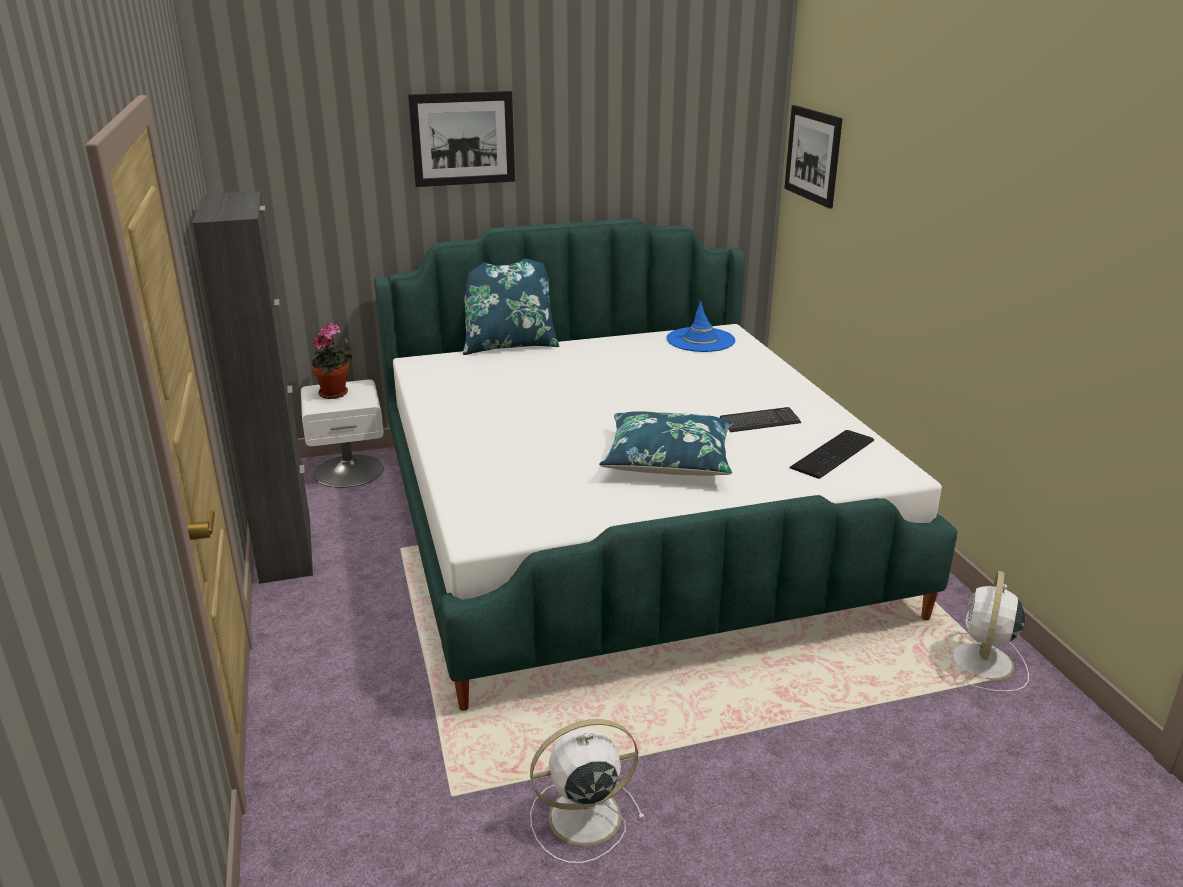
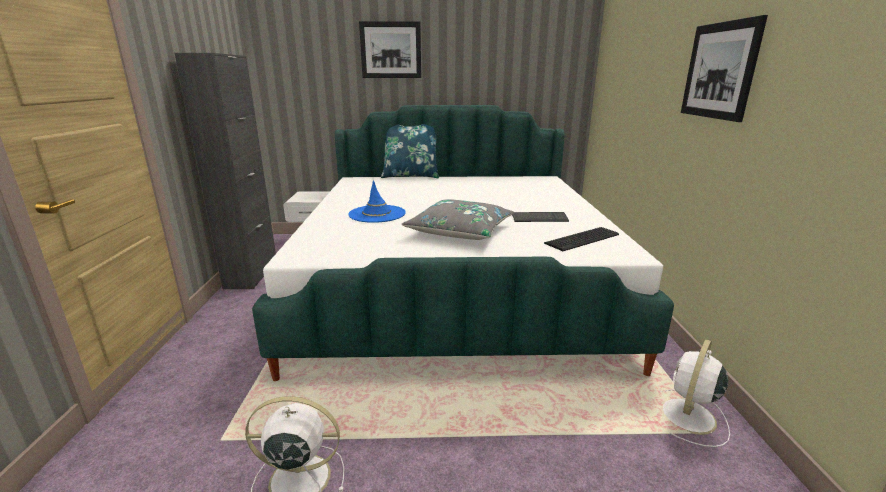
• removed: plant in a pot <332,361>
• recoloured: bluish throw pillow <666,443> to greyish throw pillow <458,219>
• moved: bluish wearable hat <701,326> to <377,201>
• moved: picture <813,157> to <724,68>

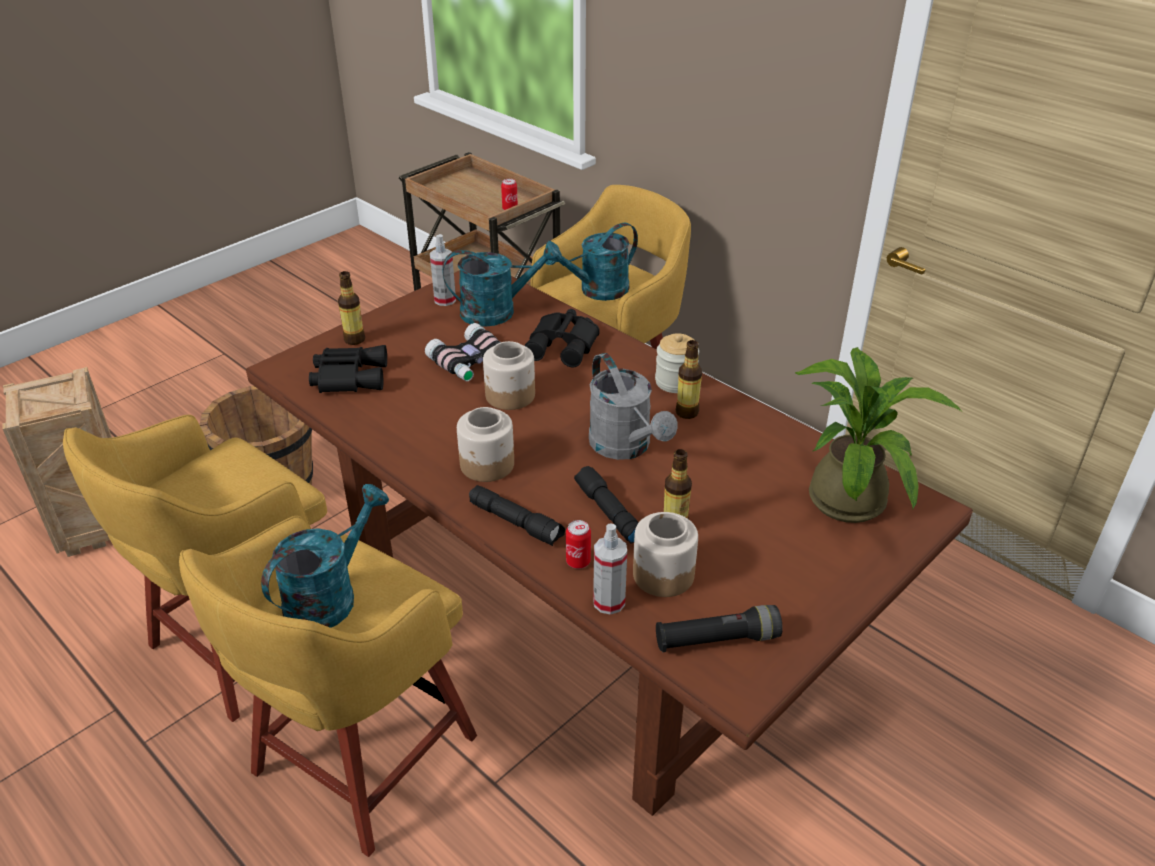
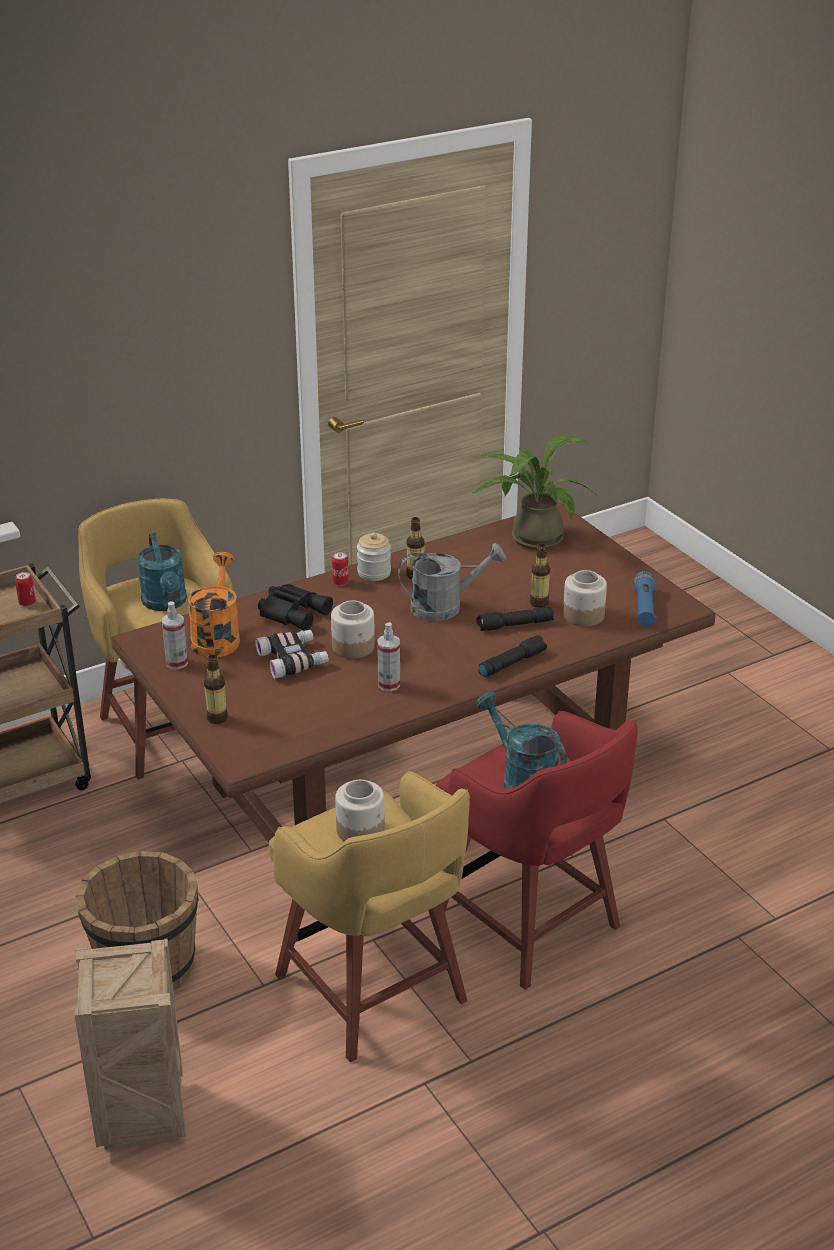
• recoloured: yellow sitting stool <328,686> to red sitting stool <537,850>
• removed: black-coloured pair of binoculars <348,369>
• recoloured: blue-green watering can <502,284> to orangey watering can <214,605>
• moved: jar <485,444> to <360,811>
• moved: can <578,544> to <340,569>
• moved: sprayer <610,569> to <388,656>
• recoloured: black-coloured hand torch <719,628> to bluish hand torch <645,599>

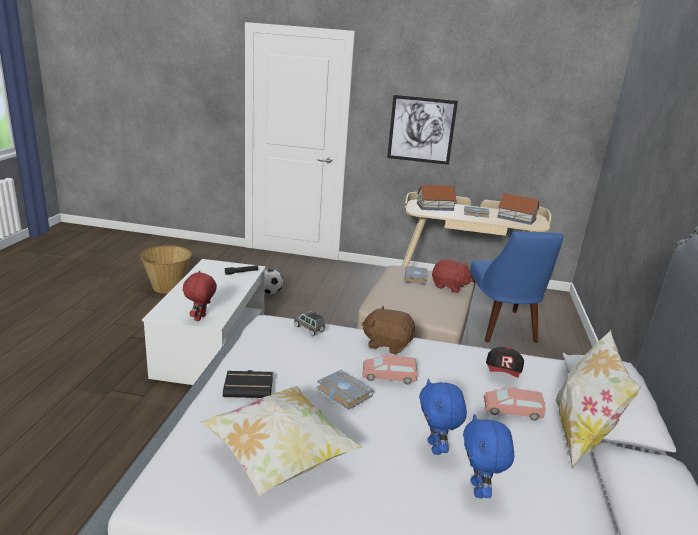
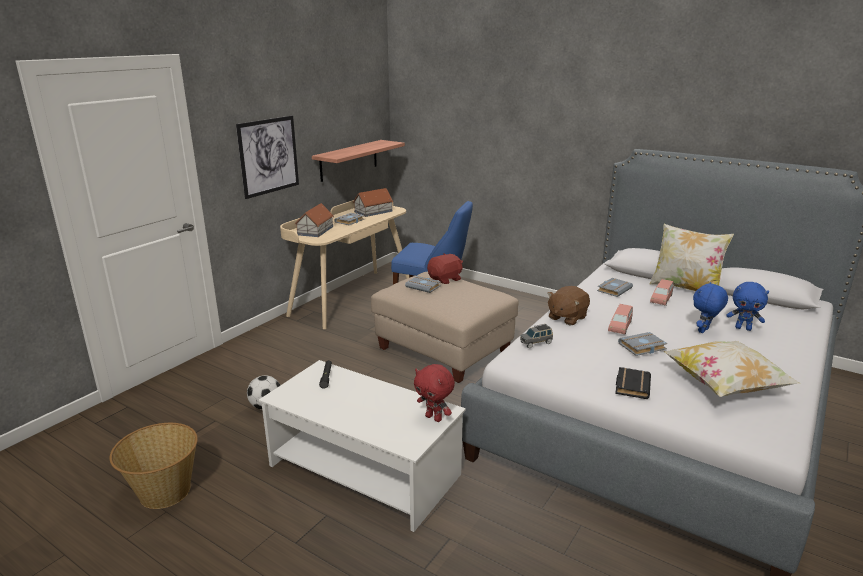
• turned: bluish cuddly toy <443,417> = <710,307> 120 degrees clockwise
• replaced: baseball cap <505,362> to greyish bound book <615,287>
• added: bracket shelf <358,161>

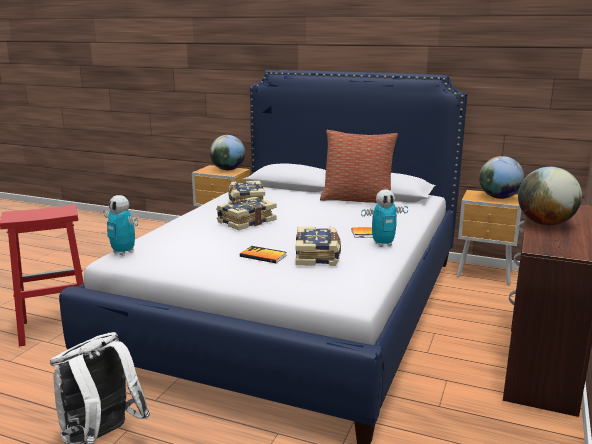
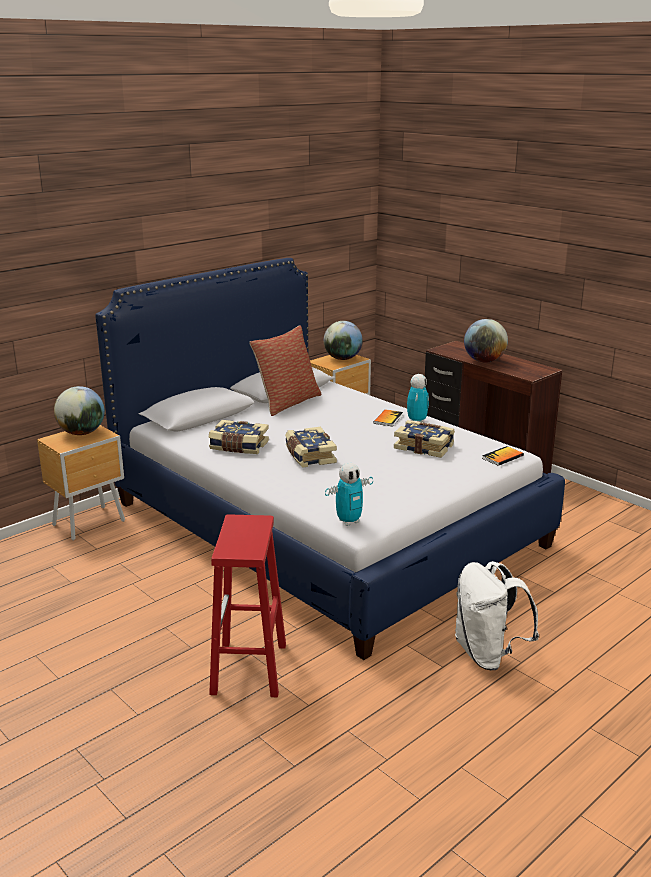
• moved: bound book <263,254> to <503,456>

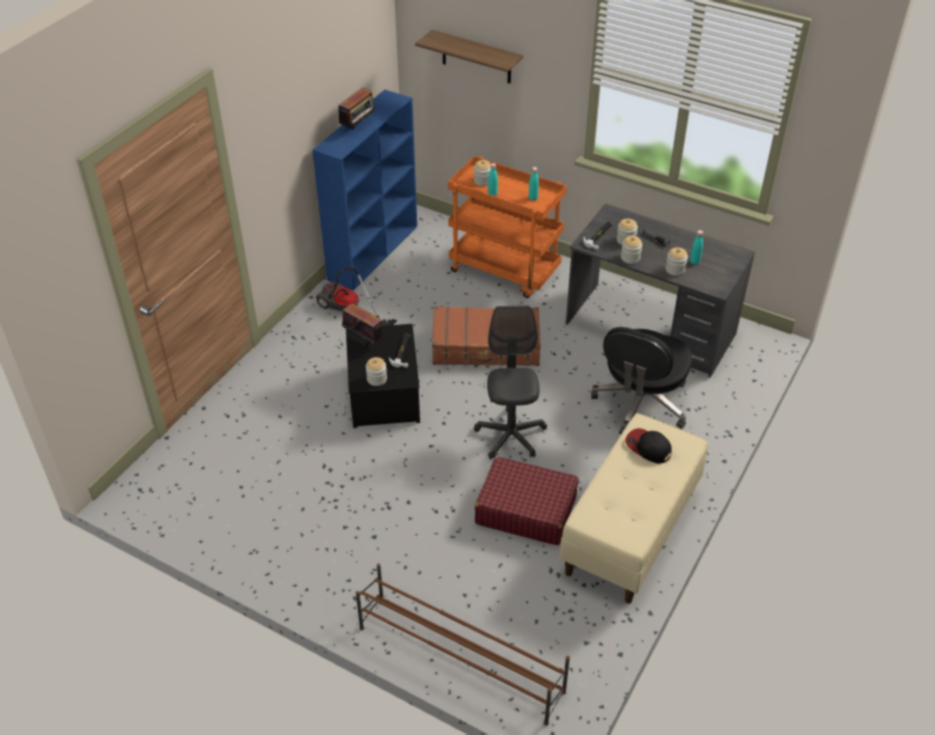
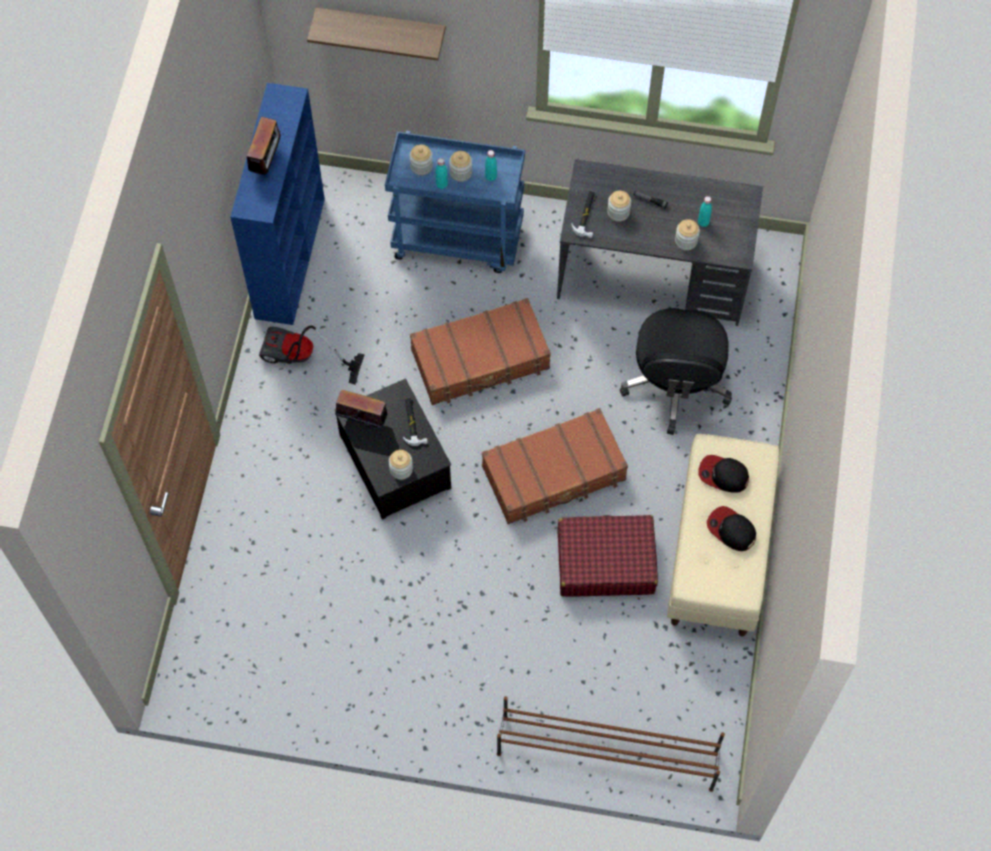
• recoloured: orangey trolley <507,227> to bluish trolley <455,201>
• replaced: greyish desk chair <510,382> to brown-coloured travel case <555,466>
• moved: jar <631,250> to <460,166>
• added: baseball cap <731,528>

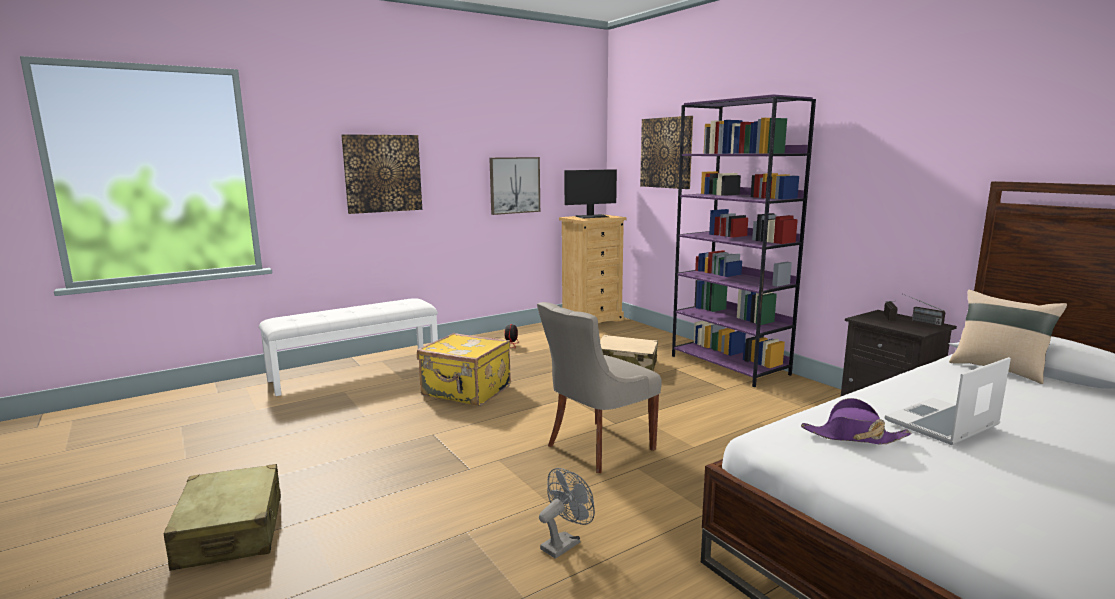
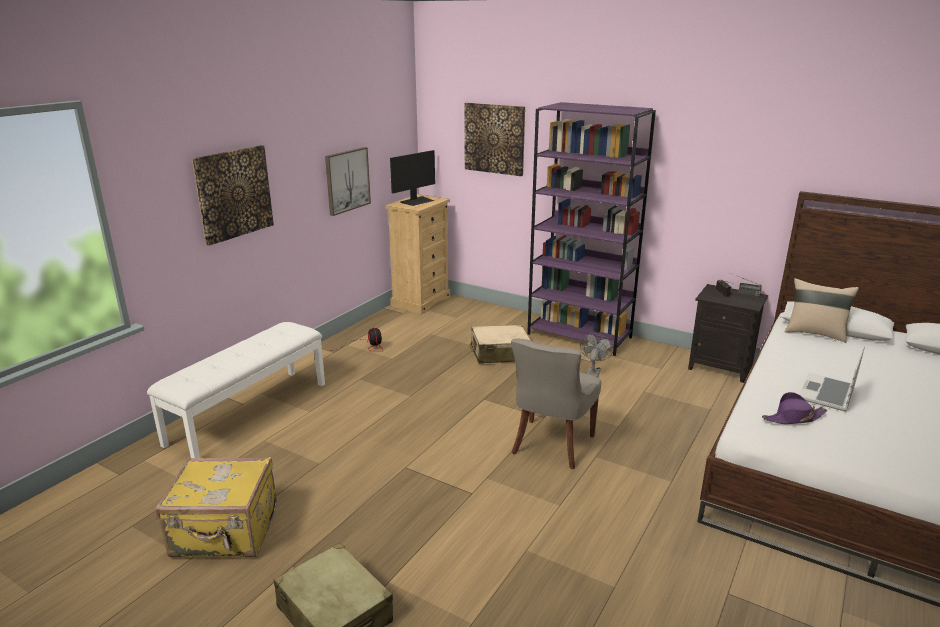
• moved: yellow travel case <464,369> to <216,507>
• moved: greyish fan <567,513> to <597,355>

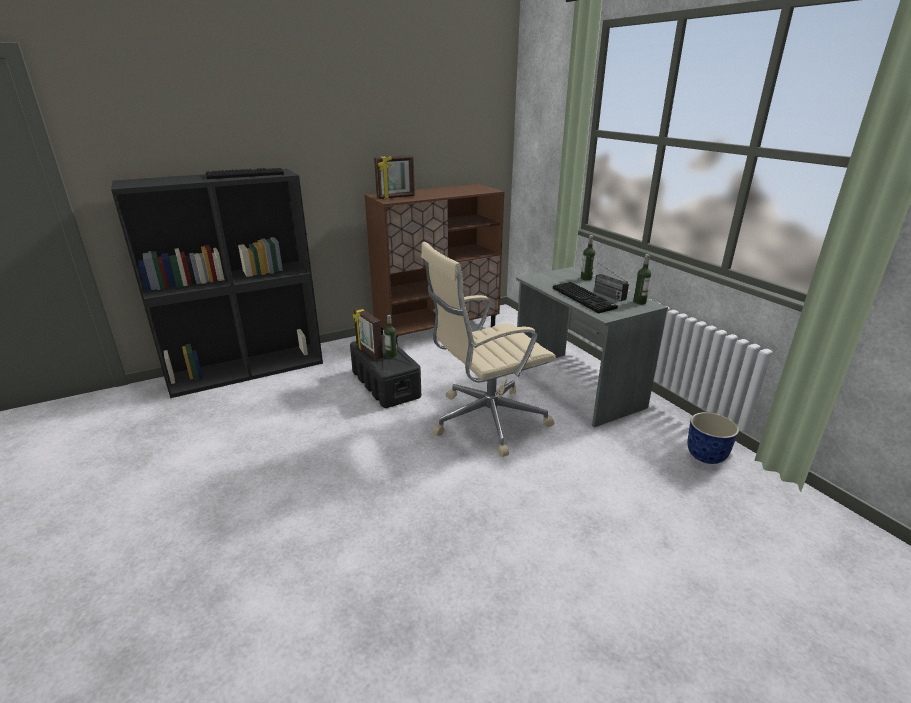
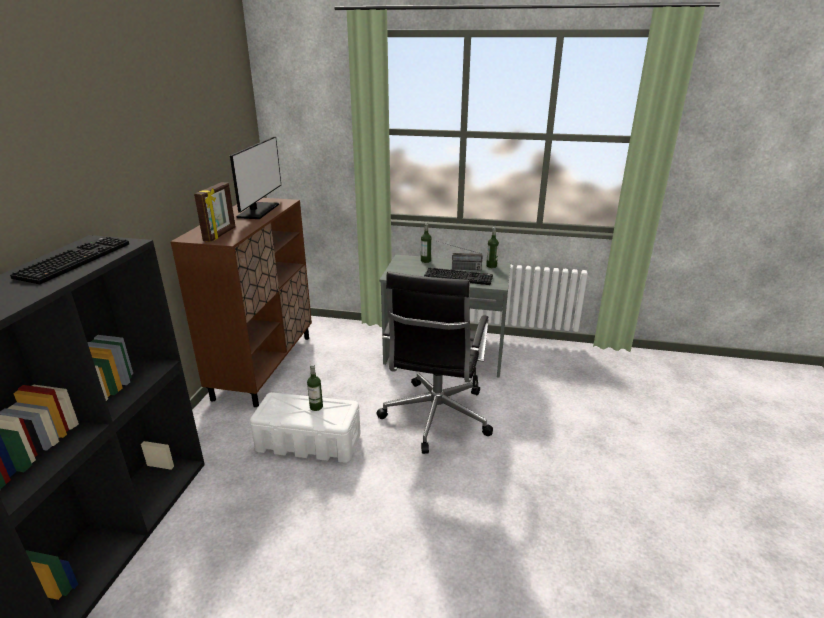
• recoloured: black-coloured storage box <385,371> to white storage box <305,427>
• removed: picture frame <368,334>
• recoloured: beige-coloured desk chair <488,349> to black-coloured desk chair <434,363>
• removed: plant pot <713,438>
• added: computer display <255,177>

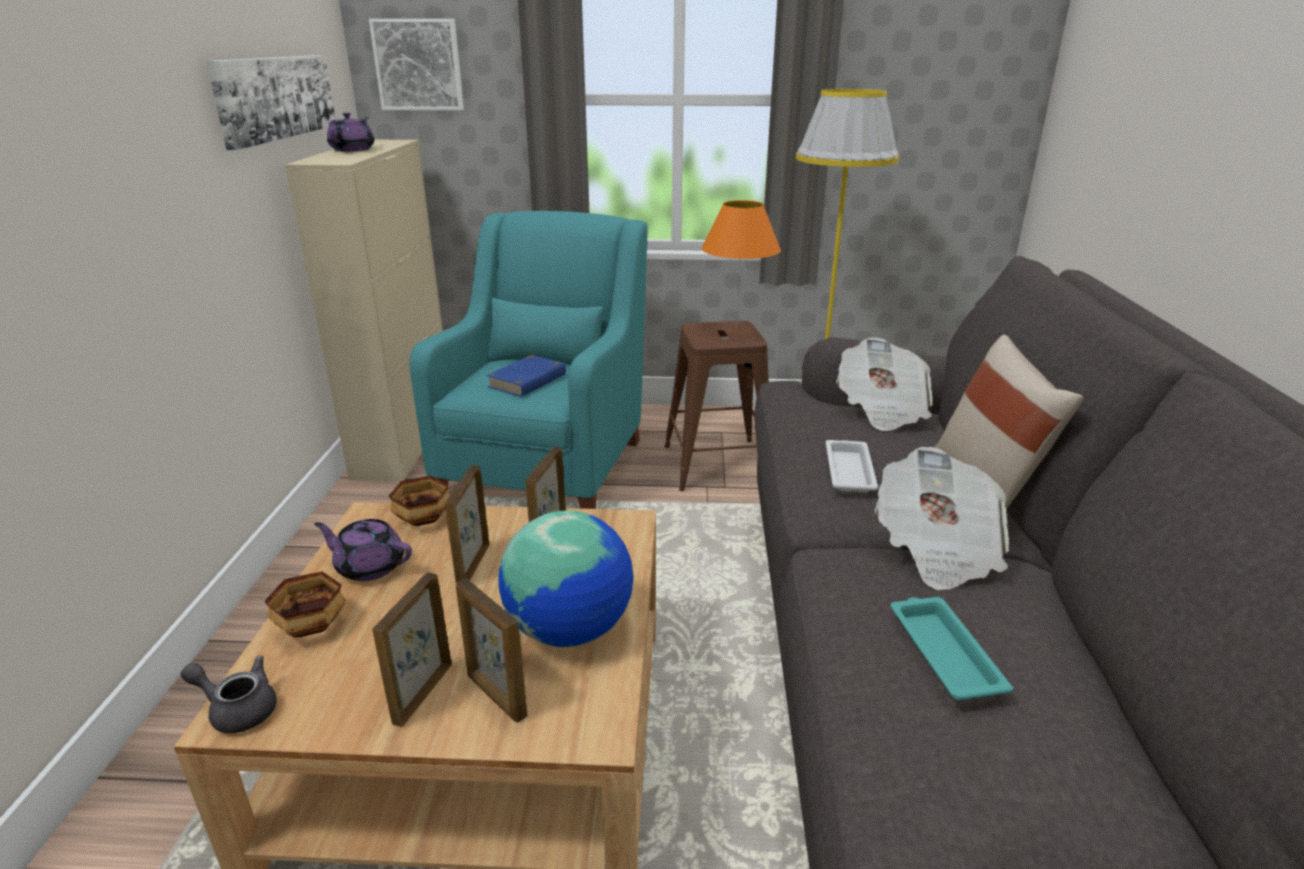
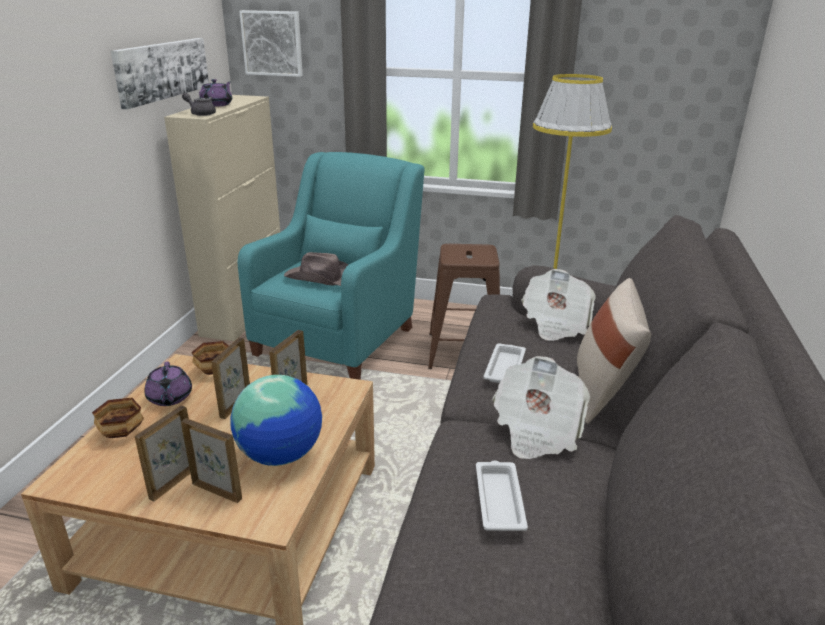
• moved: greyish teapot <229,694> to <199,104>
• turned: purplish teapot <363,550> = <168,384> 135 degrees counterclockwise
• turned: picture frame <491,650> = <211,460> 150 degrees clockwise
• replaced: bluish bound book <526,376> to brown-coloured wearable hat <316,269>
• removed: orangey tabletop lamp <741,264>
• recoloured: blue-green tray <951,648> to white tray <502,496>

